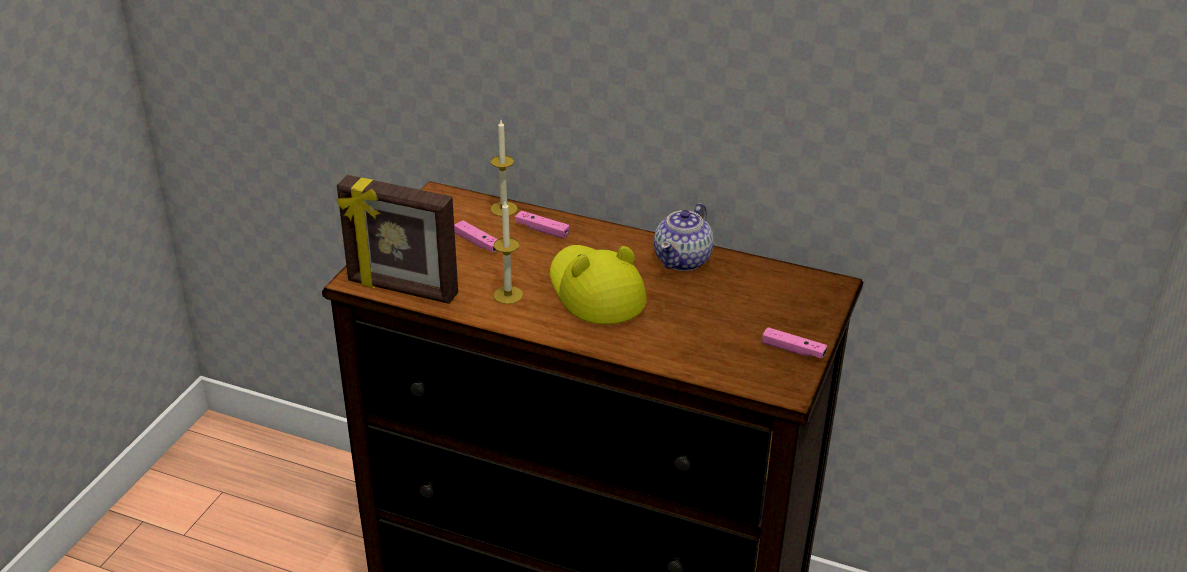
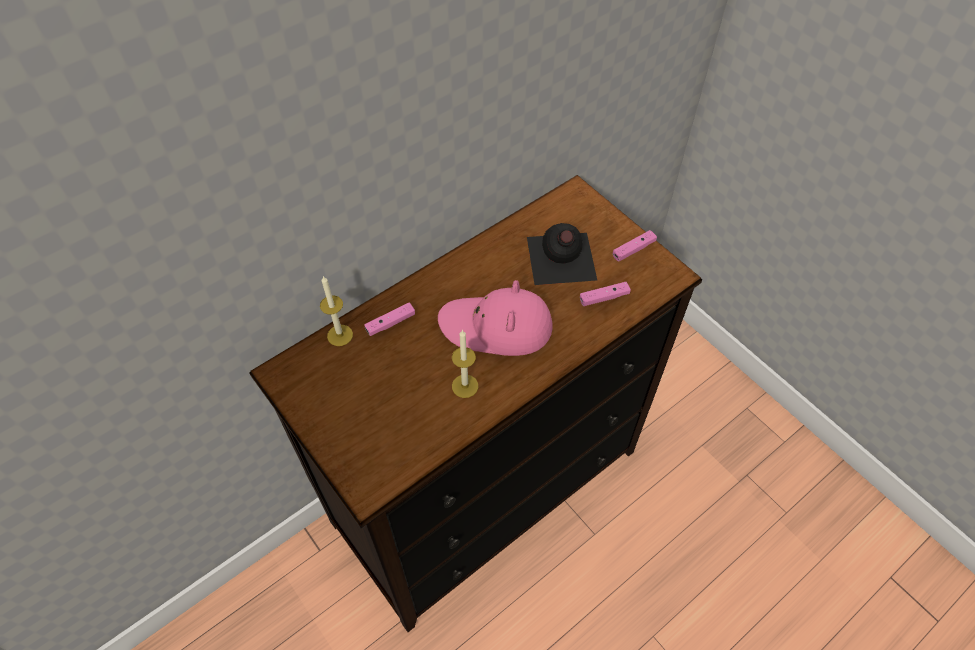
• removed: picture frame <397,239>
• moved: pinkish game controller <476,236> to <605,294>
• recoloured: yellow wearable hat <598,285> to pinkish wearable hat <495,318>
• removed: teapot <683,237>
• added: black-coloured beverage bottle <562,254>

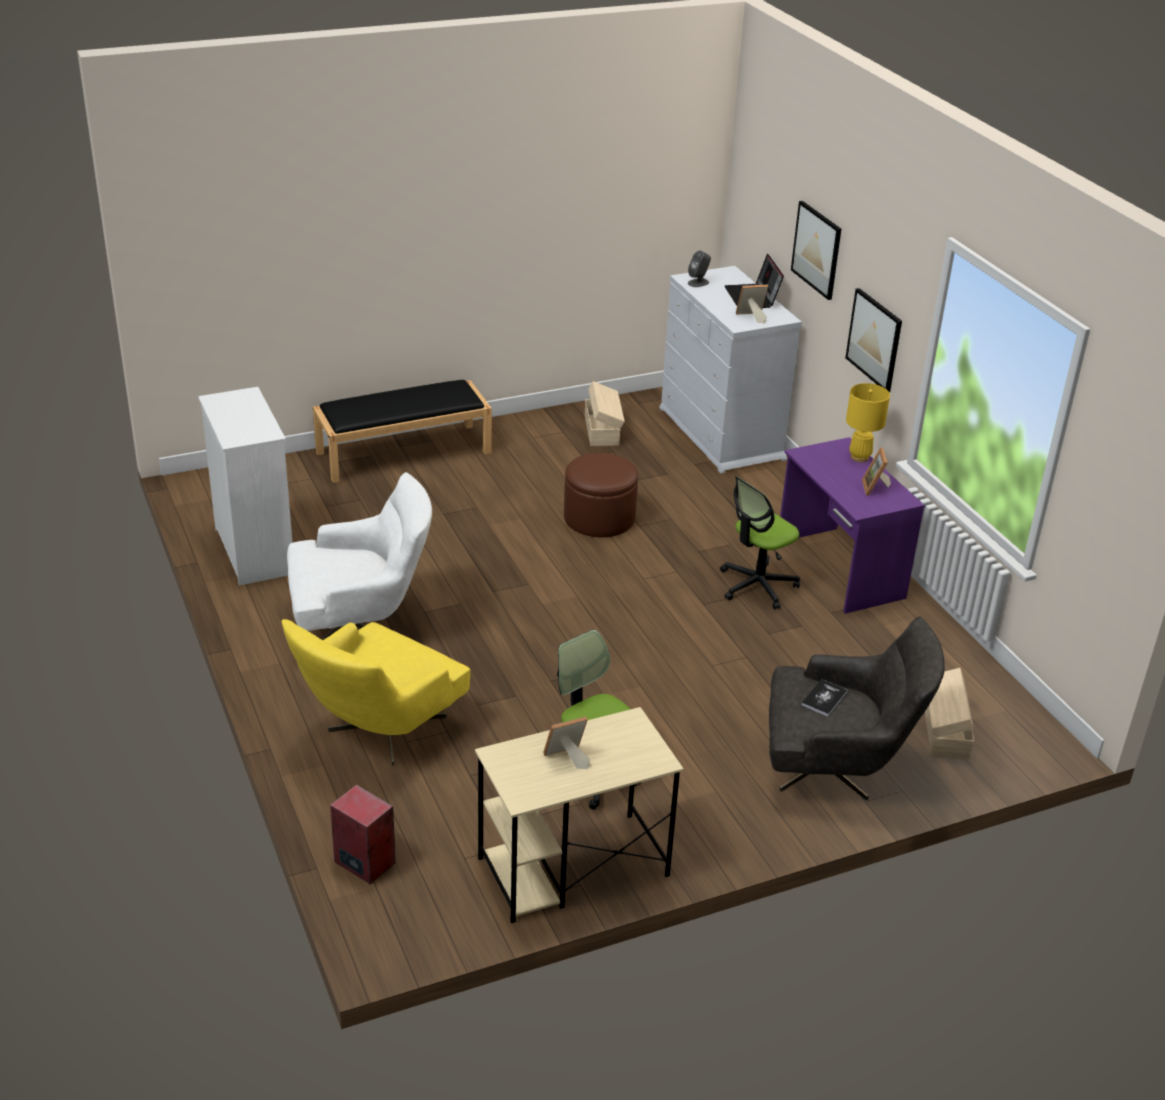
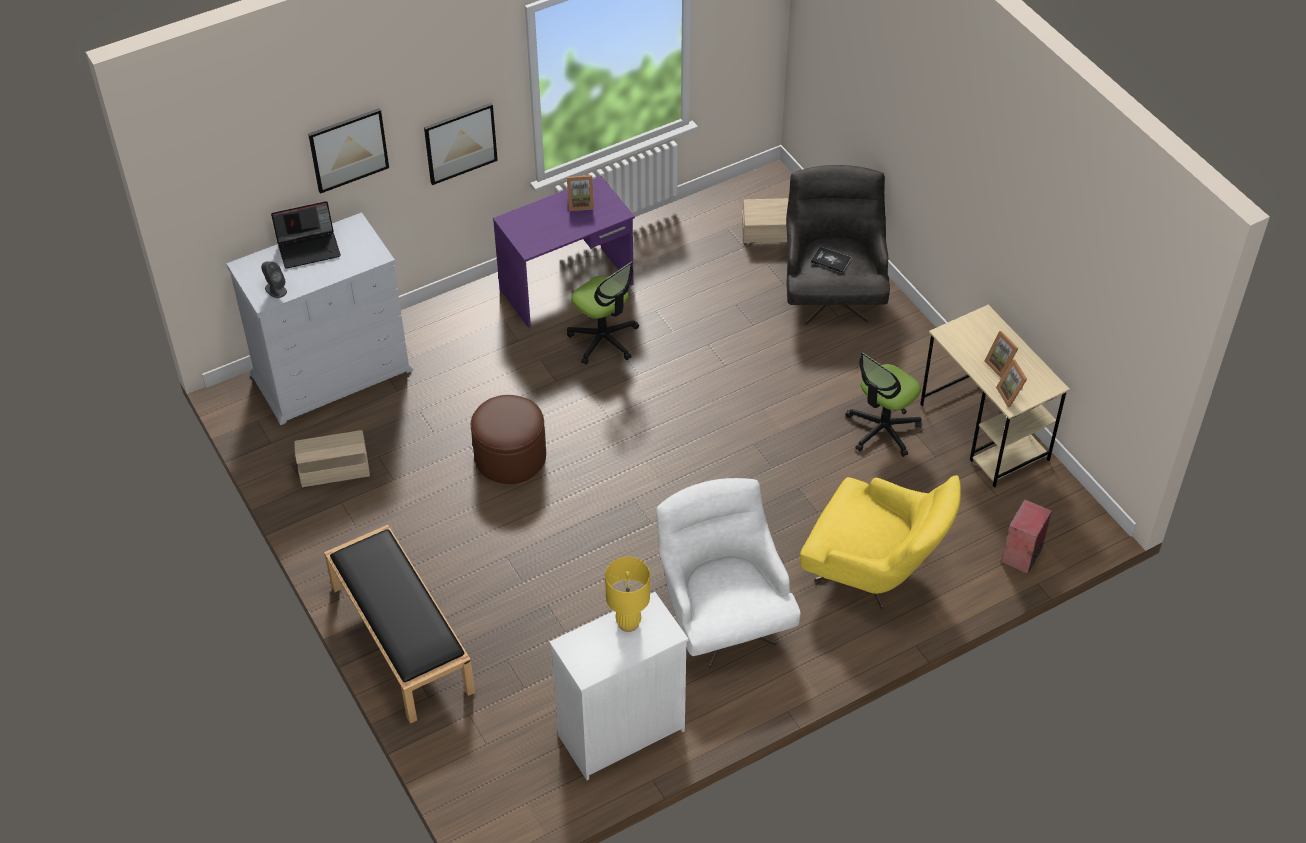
• moved: picture frame <752,304> to <1011,383>
• moved: yellow tabletop lamp <868,422> to <627,594>

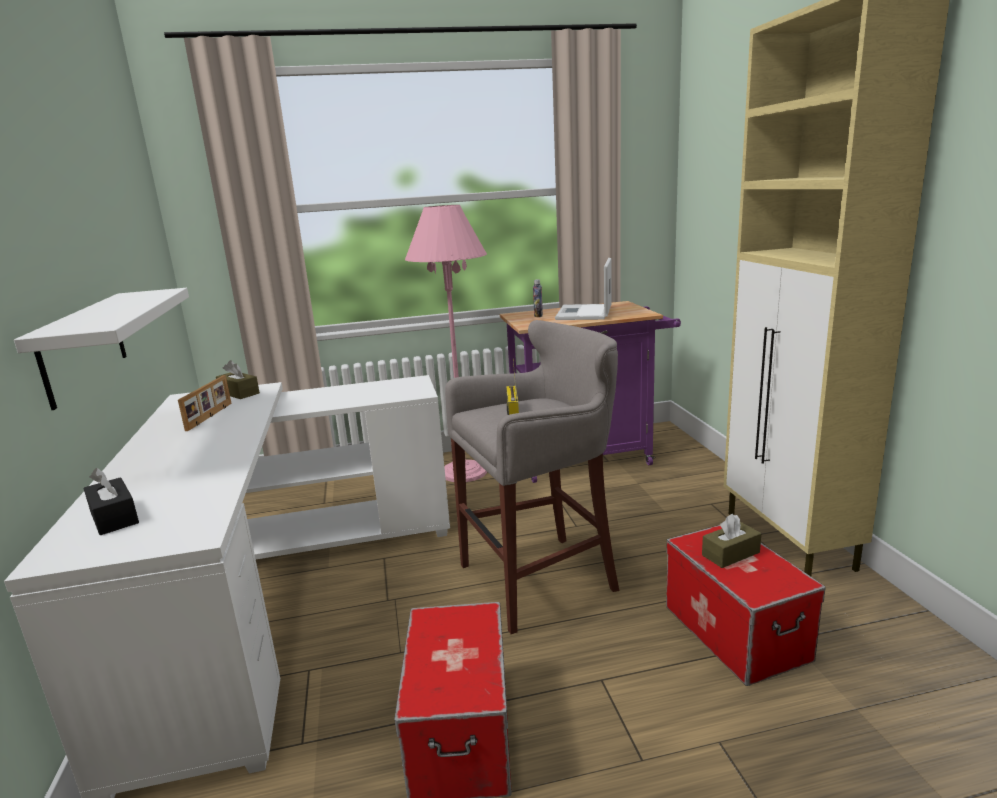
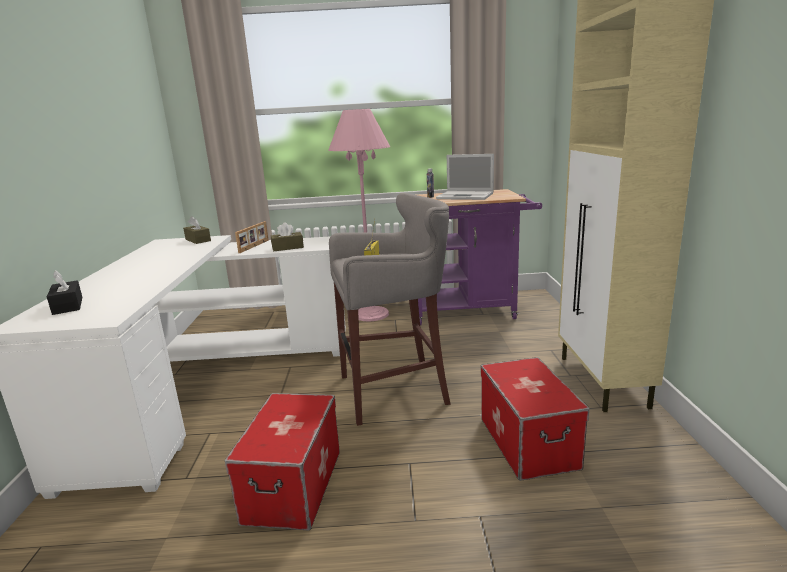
• removed: white bracket shelf <101,349>
• moved: picture frame <205,403> to <252,237>
• turned: laptop <583,289> = <465,177> 90 degrees counterclockwise
• moved: brown-coloured tissue holder <731,541> to <287,236>

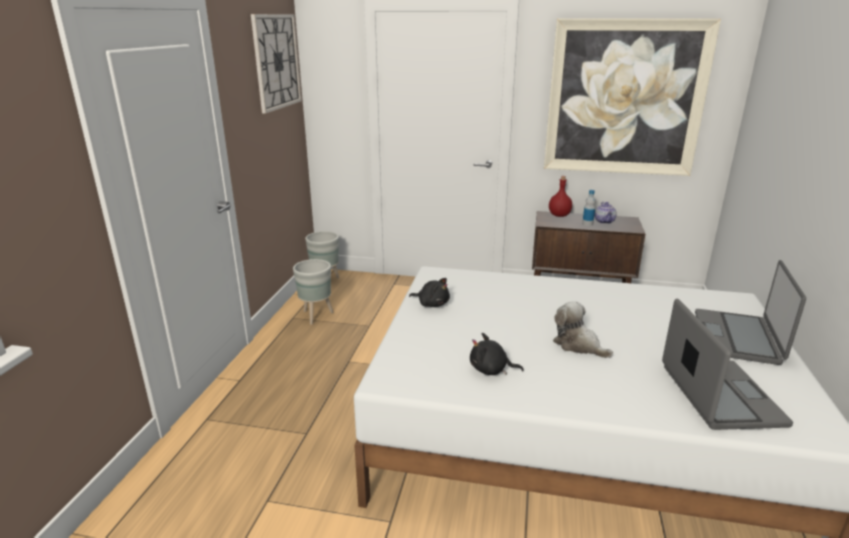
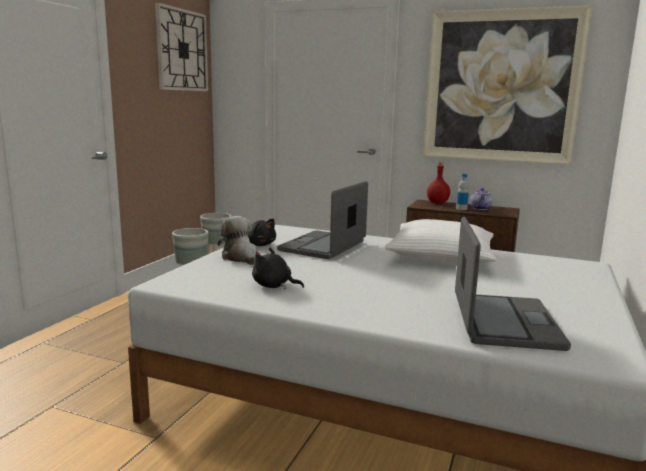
• moved: cuddly toy <583,329> to <237,240>
• moved: laptop <750,312> to <322,220>
• added: white throw pillow <440,241>

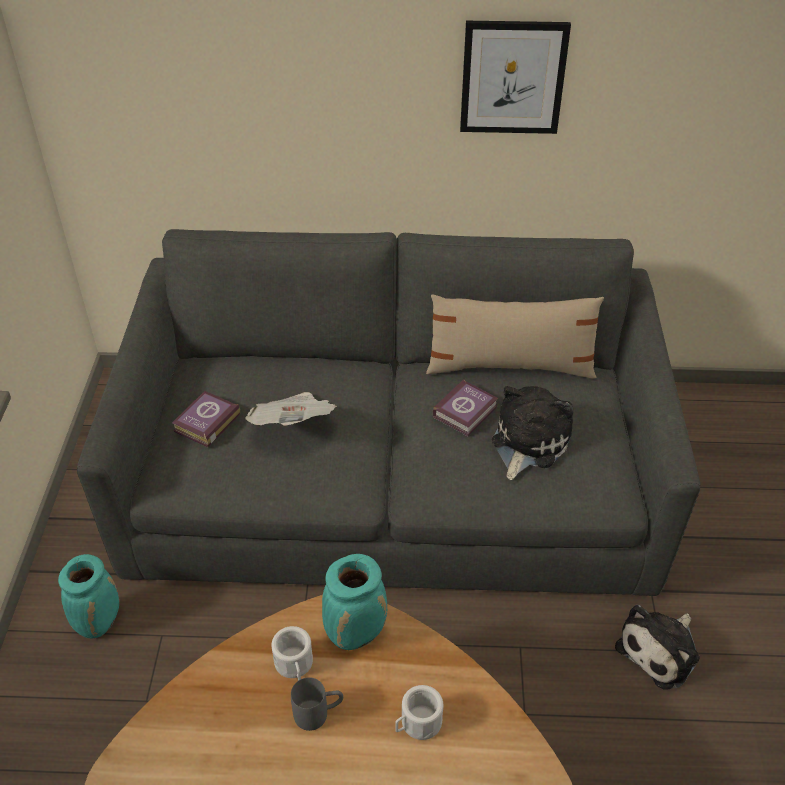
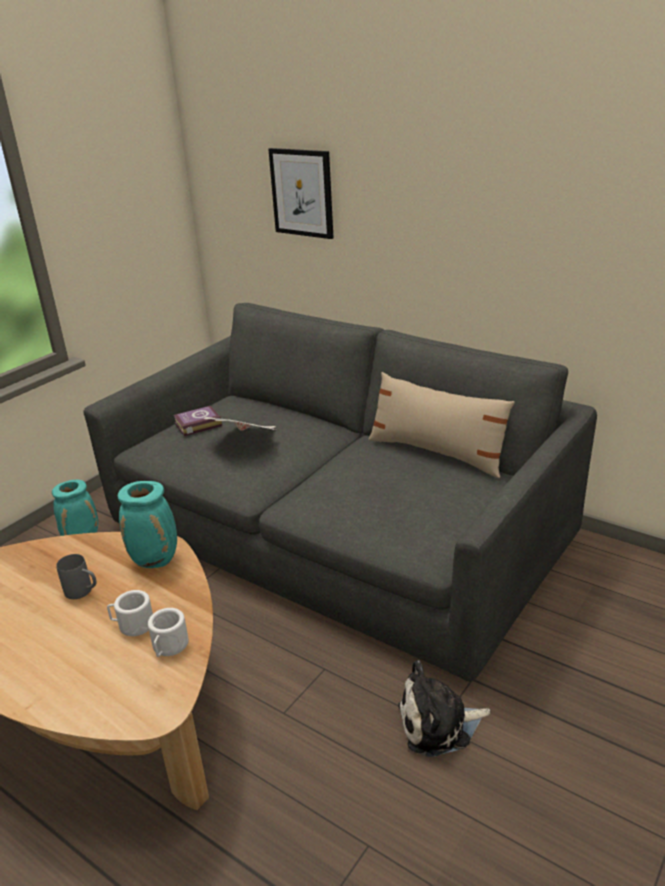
• moved: white coffee mug <292,653> to <168,632>
• removed: bound book <465,407>
• moved: picture <515,77> to <300,193>
• removed: cuddly toy <533,433>

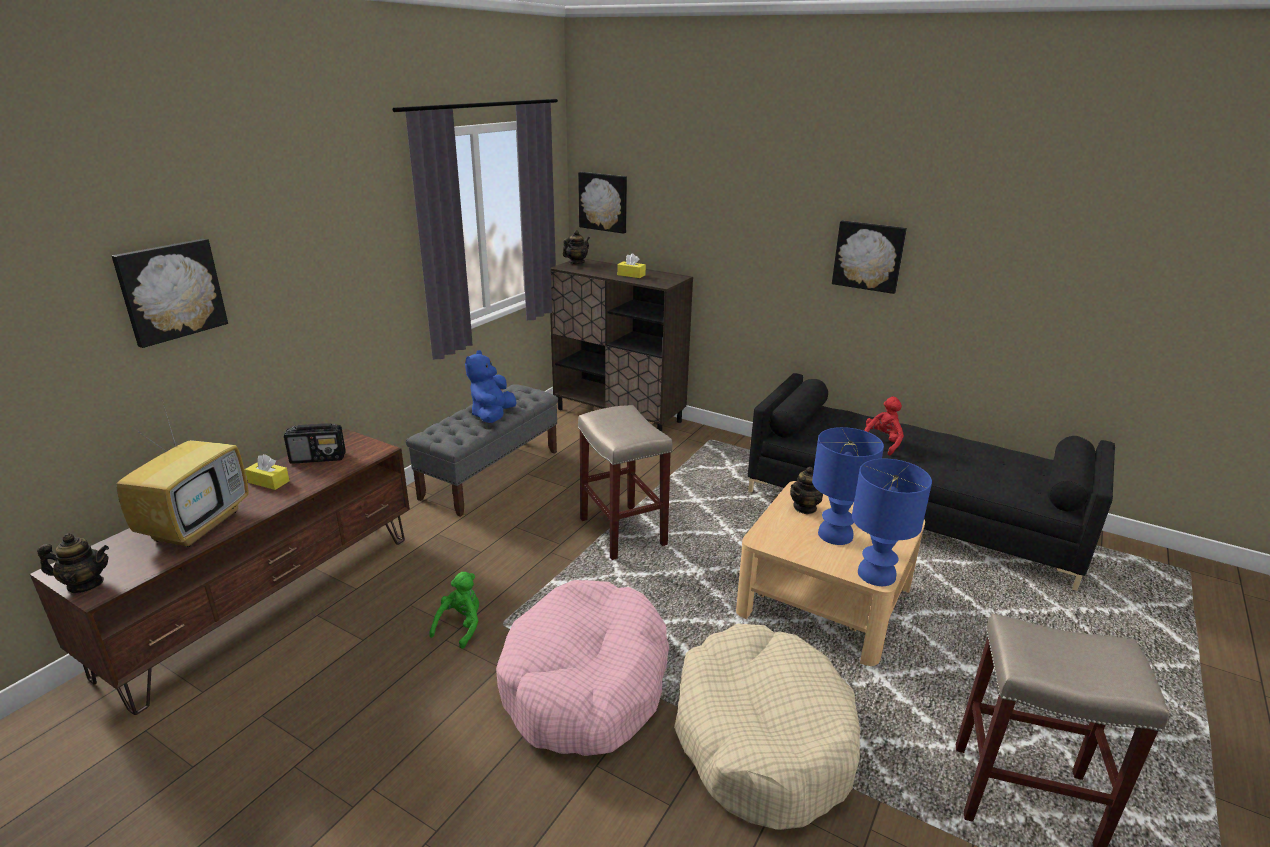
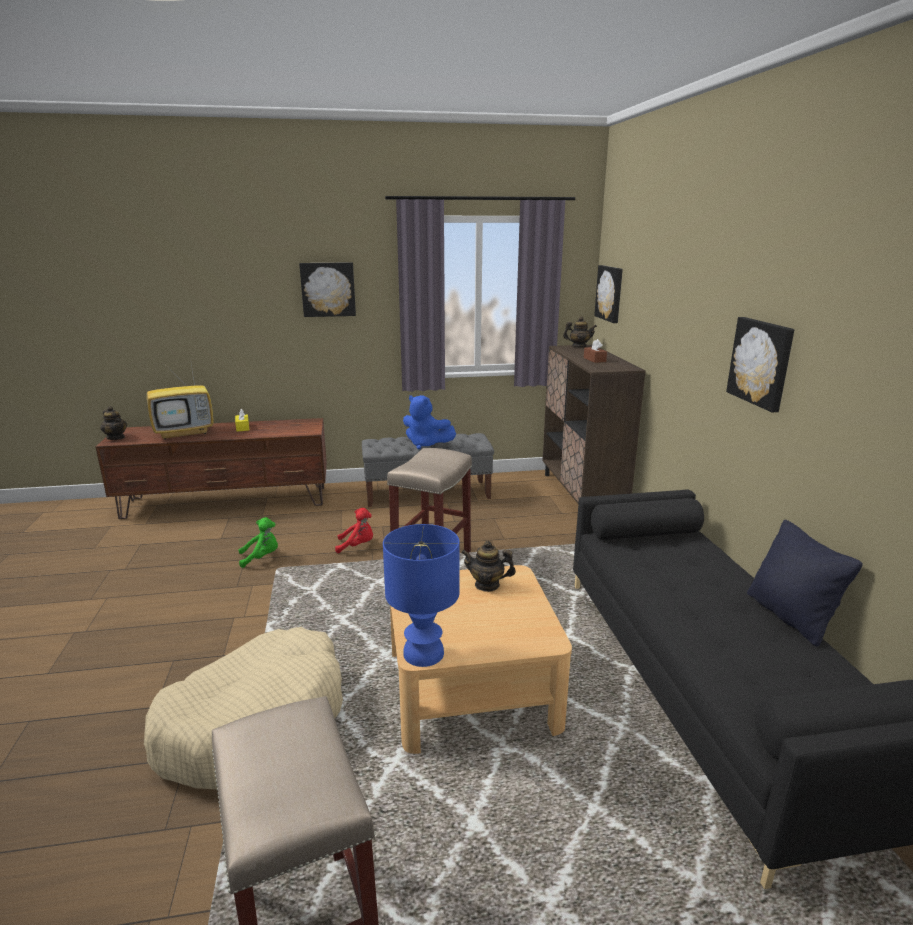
• moved: picture <170,293> to <327,289>
• removed: radio <315,443>
• turned: bluish cuddly toy <491,386> = <429,422> 120 degrees counterclockwise
• removed: pinkish pet bed <582,668>
• recoloured: yellow tissue holder <631,265> to brown-coloured tissue holder <595,351>
• removed: bluish tabletop lamp <848,486>
• moved: red cuddly toy <884,426> to <354,530>
• added: black-coloured throw pillow <805,583>

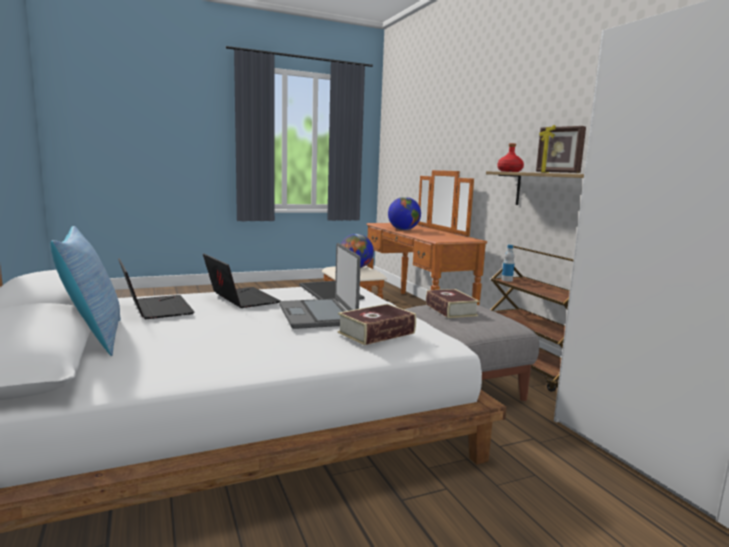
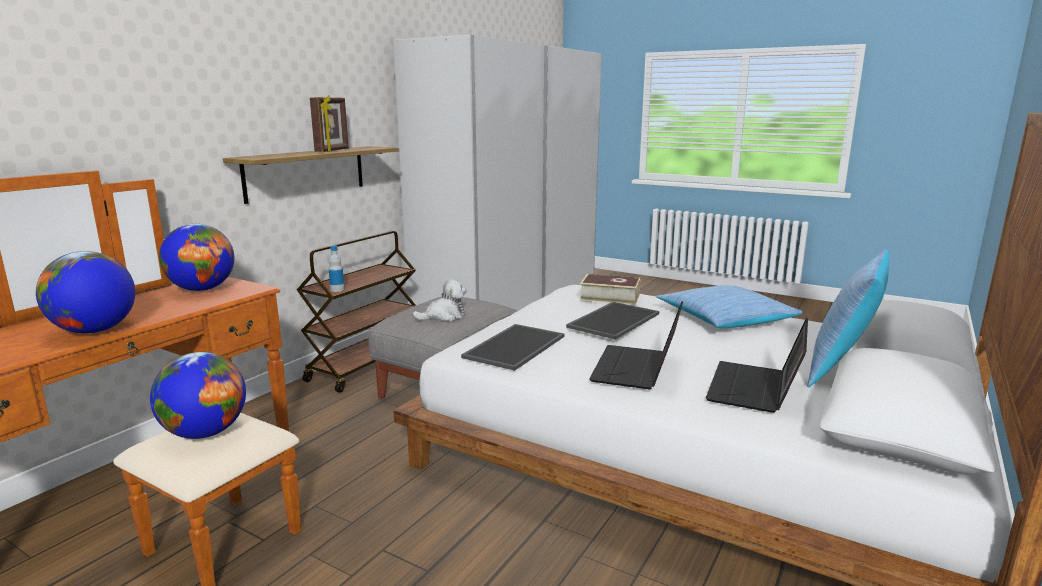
• replaced: laptop <320,286> to tray <612,321>
• replaced: bound book <452,303> to cuddly toy <439,300>
• removed: red beverage bottle <510,157>
• added: world globe <196,257>
• added: throw pillow <729,306>

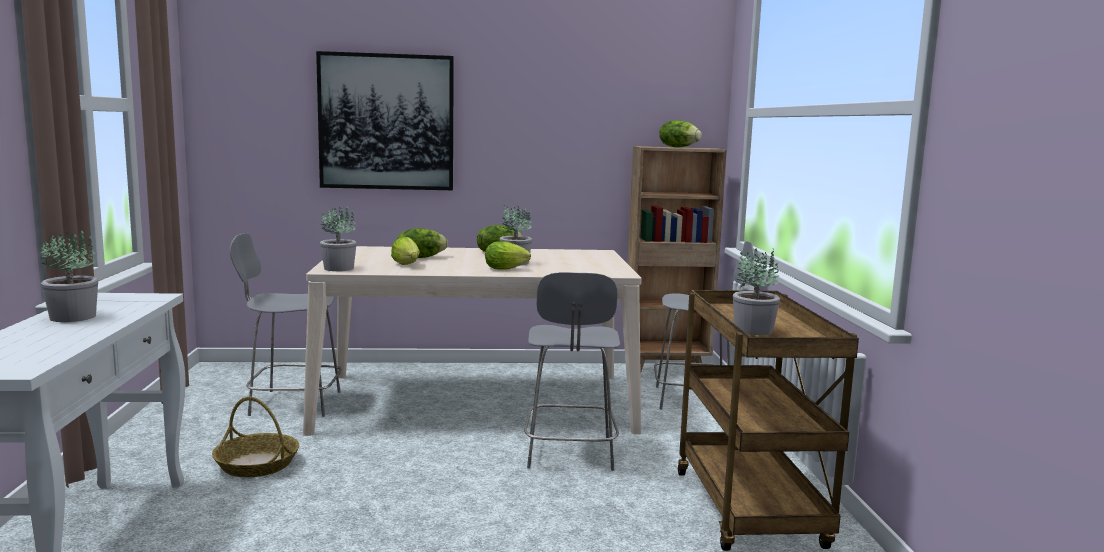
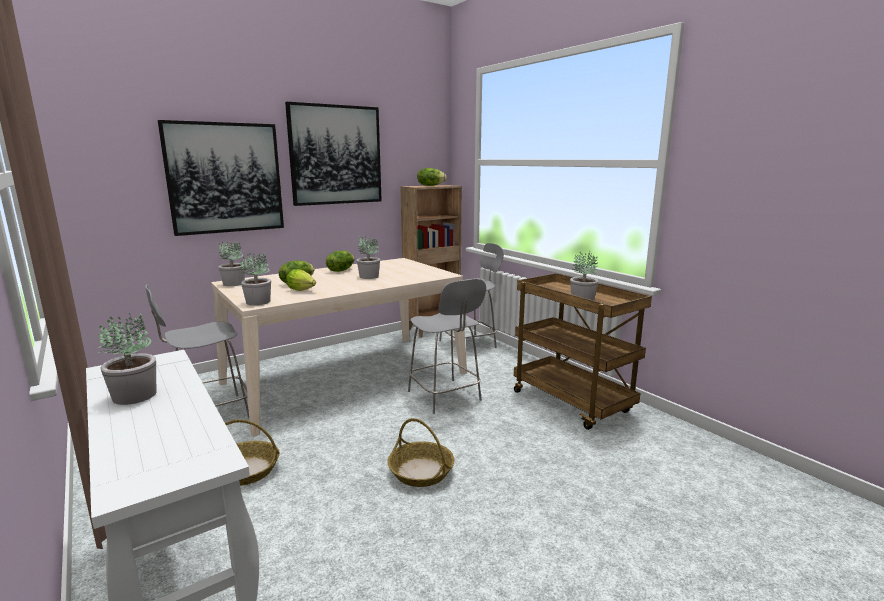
• removed: lettuce head <508,255>
• added: plant in a pot <232,263>
• added: picture <333,154>
• added: household basket <421,452>

